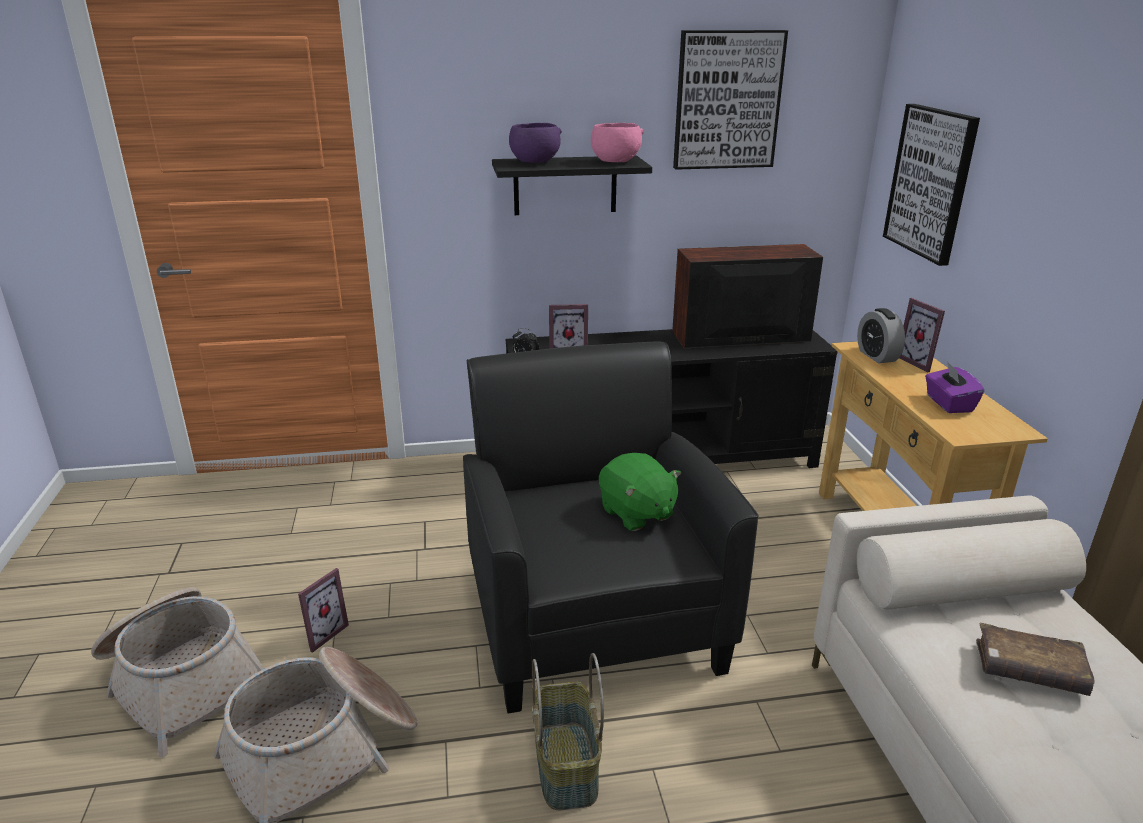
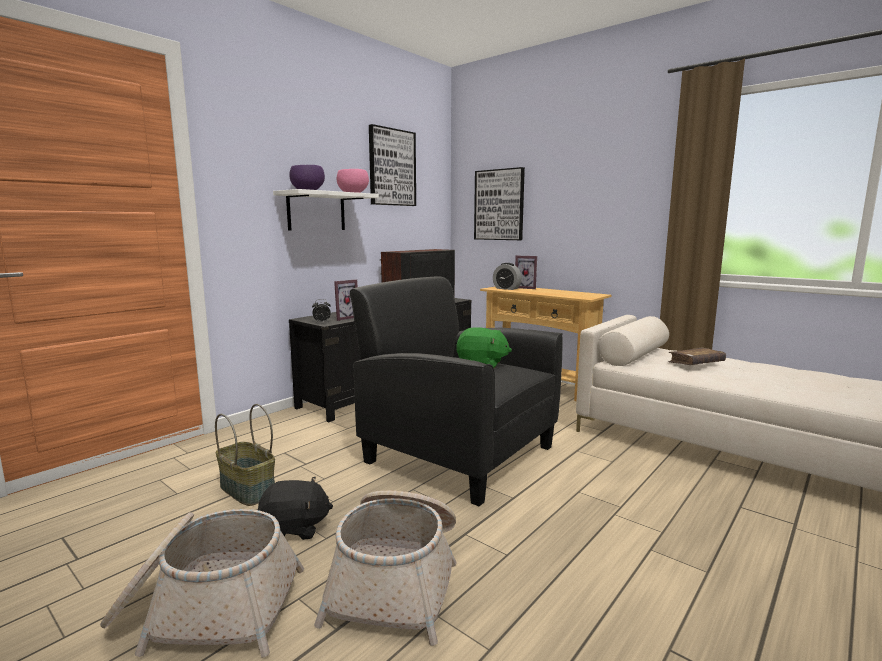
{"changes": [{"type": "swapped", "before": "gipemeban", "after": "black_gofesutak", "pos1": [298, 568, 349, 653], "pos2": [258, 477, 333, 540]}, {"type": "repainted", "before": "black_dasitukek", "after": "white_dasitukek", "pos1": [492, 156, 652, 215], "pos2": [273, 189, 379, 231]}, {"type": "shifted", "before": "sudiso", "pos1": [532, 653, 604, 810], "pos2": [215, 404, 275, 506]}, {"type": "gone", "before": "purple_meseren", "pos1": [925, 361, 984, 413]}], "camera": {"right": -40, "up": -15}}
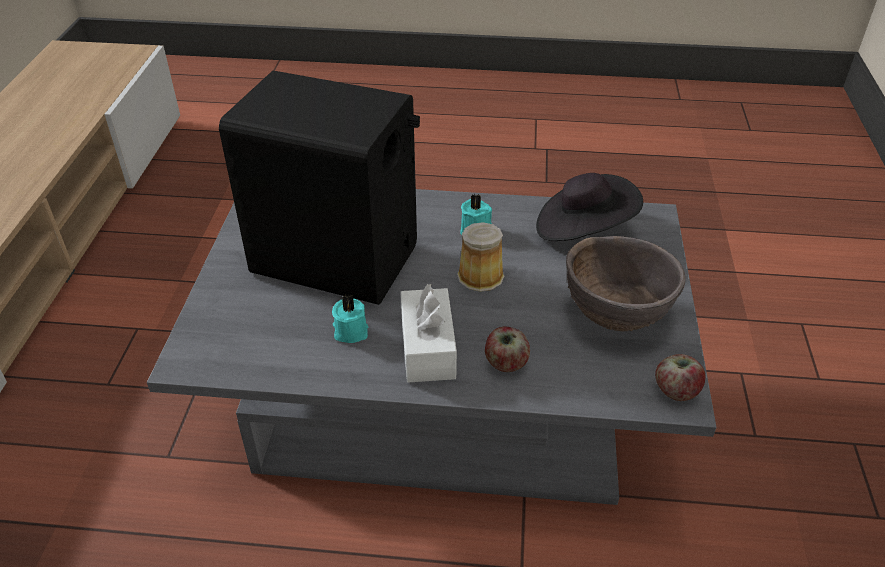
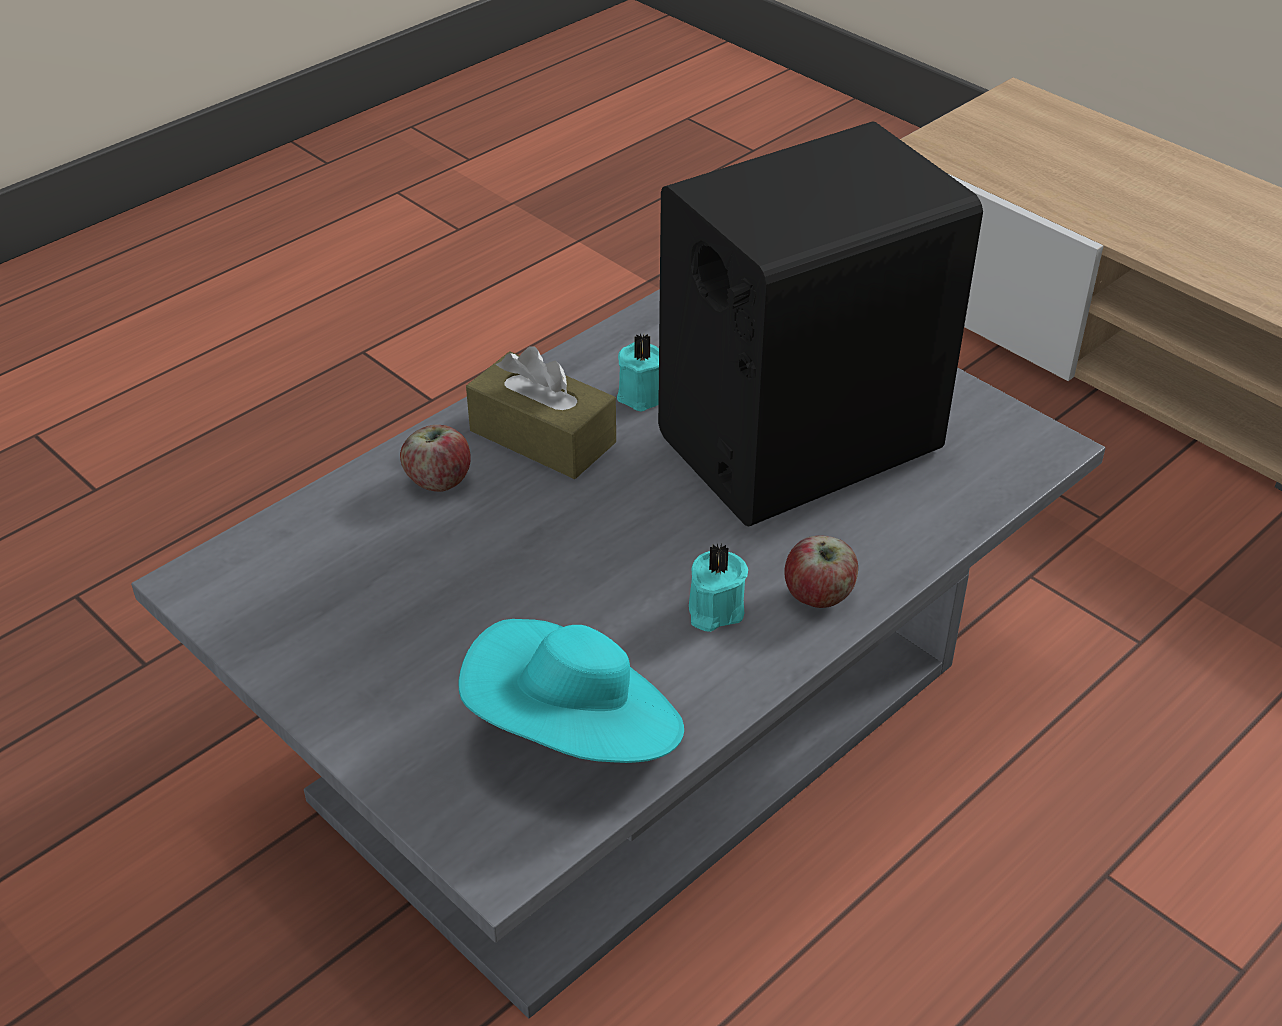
{"changes": [{"type": "repainted", "before": "white_meseren", "after": "brown_meseren", "pos1": [401, 284, 457, 383], "pos2": [466, 346, 616, 479]}, {"type": "gone", "before": "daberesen", "pos1": [457, 222, 504, 292]}, {"type": "repainted", "before": "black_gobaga", "after": "turquoise_gobaga", "pos1": [536, 173, 643, 241], "pos2": [459, 619, 684, 763]}, {"type": "gone", "before": "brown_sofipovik", "pos1": [566, 236, 686, 332]}, {"type": "shifted", "before": "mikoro", "pos1": [655, 354, 706, 401], "pos2": [784, 536, 858, 608]}], "camera": {"right": 130, "up": 0}}
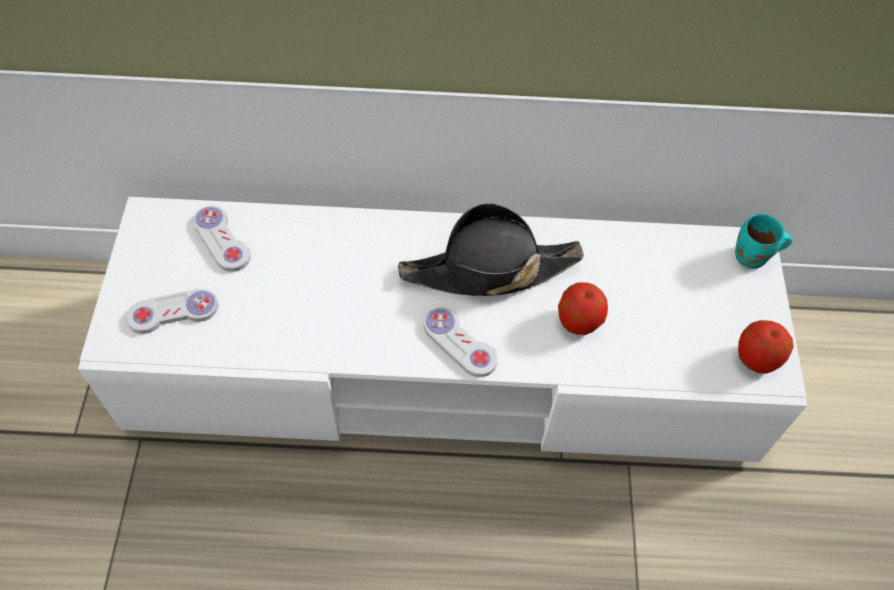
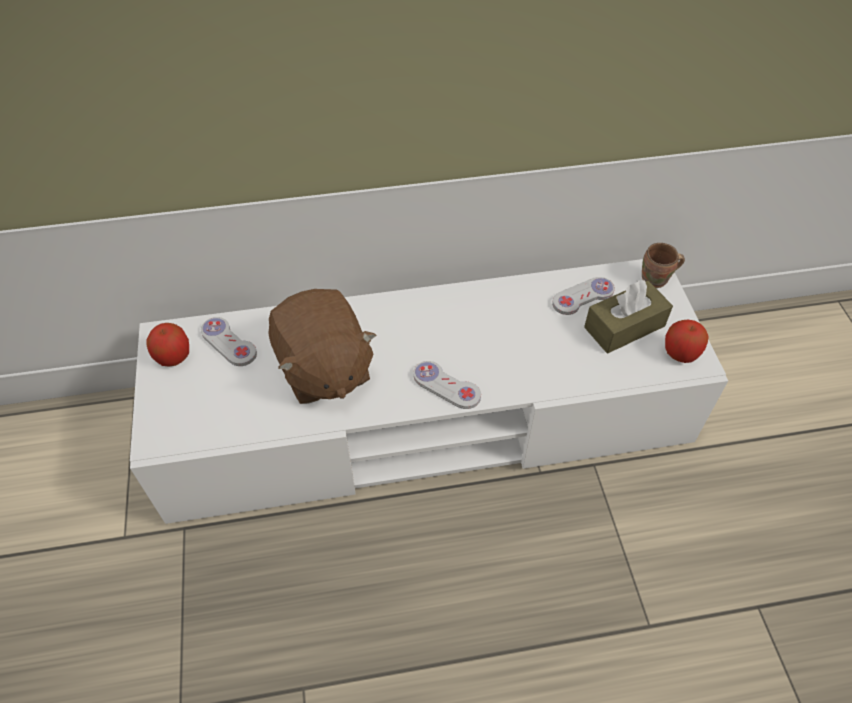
{"changes": [{"type": "shifted", "before": "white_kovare", "pos1": [126, 289, 218, 334], "pos2": [552, 277, 615, 315]}, {"type": "gone", "before": "black_gobaga", "pos1": [398, 203, 584, 296]}, {"type": "shifted", "before": "mikoro", "pos1": [558, 282, 608, 335], "pos2": [147, 323, 189, 367]}, {"type": "repainted", "before": "turquoise_daberesen", "after": "brown_daberesen", "pos1": [735, 214, 792, 269], "pos2": [642, 243, 685, 288]}, {"type": "new", "after": "brown_gofesutak", "pos2": [268, 289, 376, 404]}, {"type": "new", "after": "brown_meseren", "pos2": [584, 280, 673, 353]}], "camera": {"right": -10, "up": -5}}
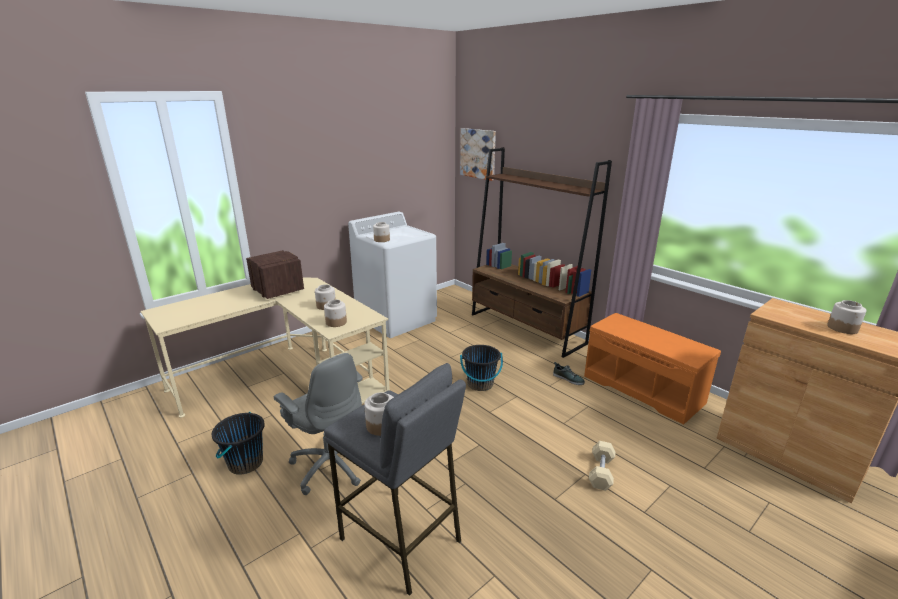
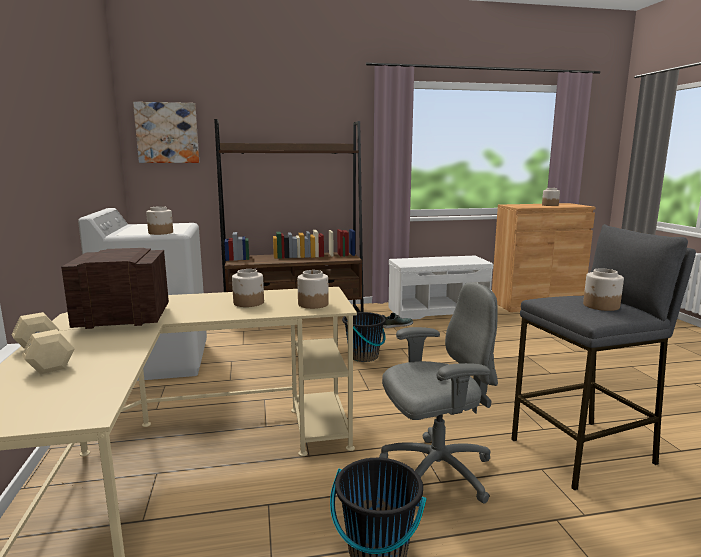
{"changes": [{"type": "repainted", "before": "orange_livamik", "after": "white_livamik", "pos1": [584, 313, 721, 425], "pos2": [388, 256, 493, 319]}, {"type": "shifted", "before": "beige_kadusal", "pos1": [589, 441, 615, 491], "pos2": [11, 312, 75, 374]}], "camera": {"right": -60, "up": -10}}
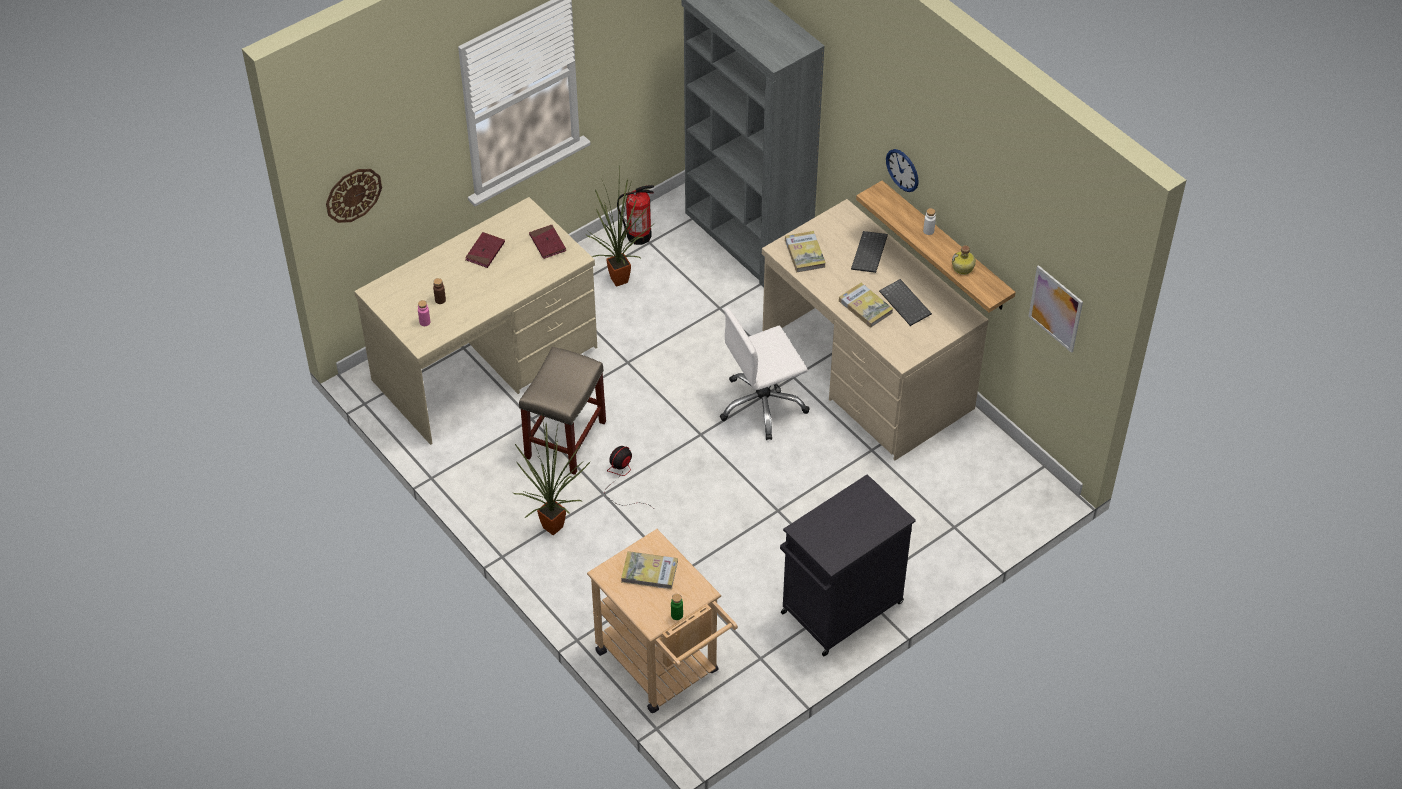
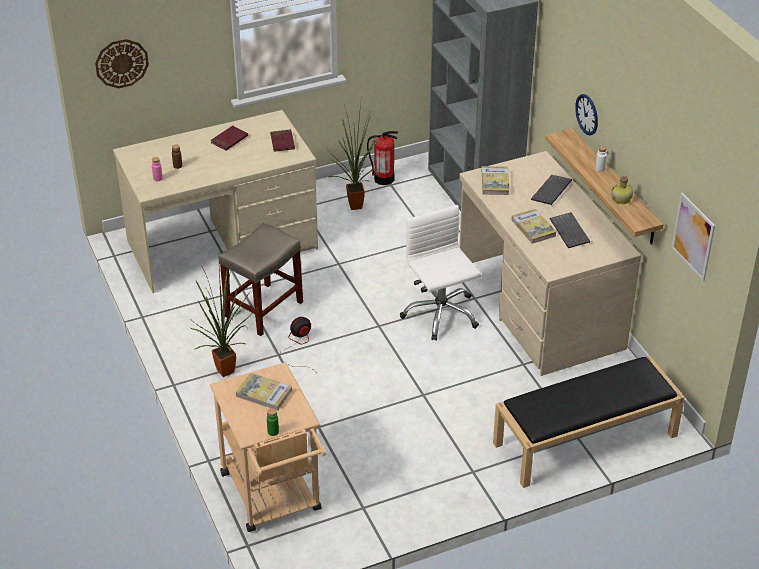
{"changes": [{"type": "rotated", "before": "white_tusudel", "pos1": [720, 308, 810, 440], "pos2": [400, 205, 481, 341], "turn": 75}, {"type": "gone", "before": "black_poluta", "pos1": [780, 474, 916, 656]}, {"type": "new", "after": "black_livamik", "pos2": [493, 355, 685, 488]}], "camera": {"right": 15, "up": -10}}
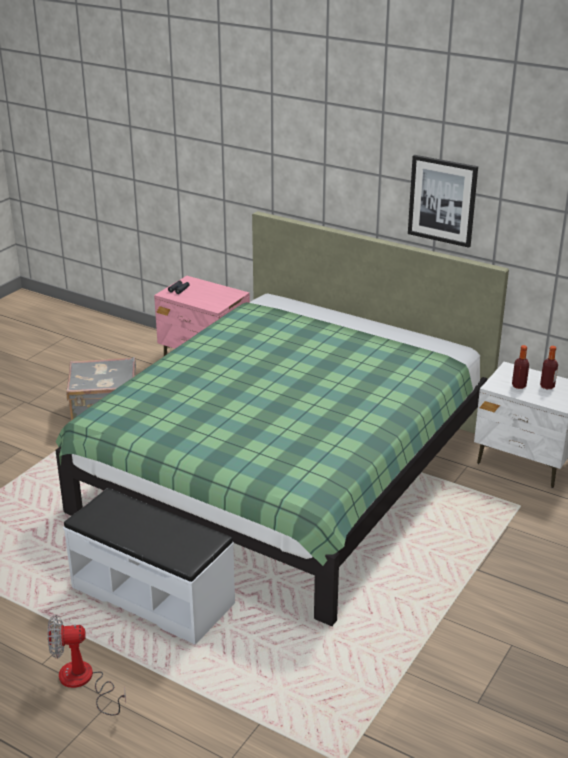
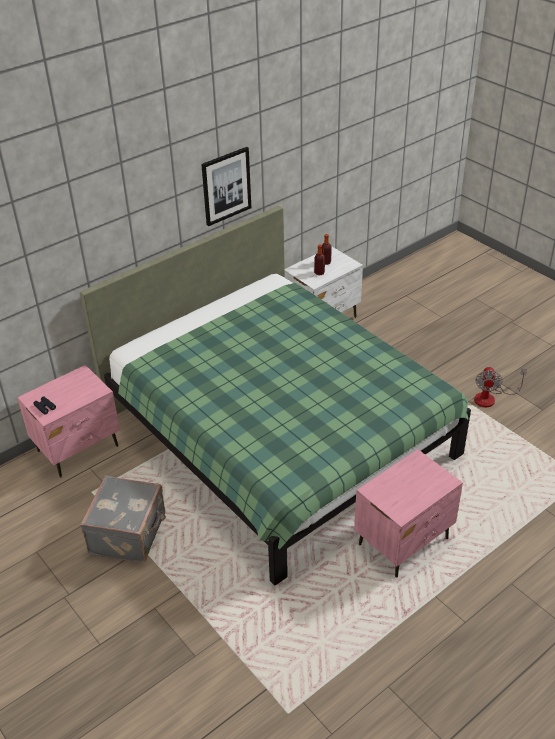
{"changes": [{"type": "shifted", "before": "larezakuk", "pos1": [48, 615, 126, 716], "pos2": [474, 367, 527, 407]}, {"type": "swapped", "before": "white_livamik", "after": "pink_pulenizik", "pos1": [63, 488, 235, 645], "pos2": [354, 449, 463, 578]}], "camera": {"right": -70, "up": 10}}
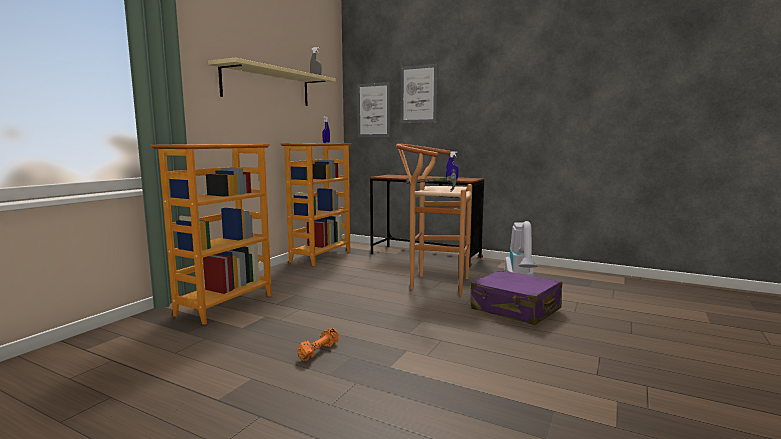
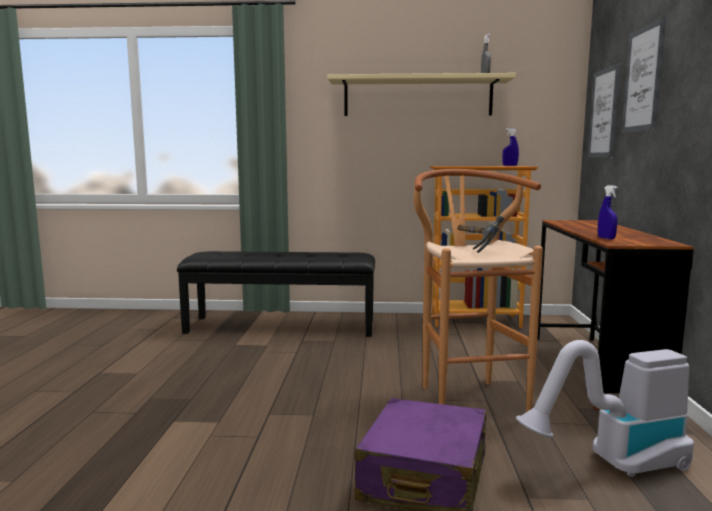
{"changes": [{"type": "swapped", "before": "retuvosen", "after": "black_livamik", "pos1": [151, 144, 272, 325], "pos2": [177, 251, 375, 337]}, {"type": "gone", "before": "orange_kadusal", "pos1": [297, 328, 339, 361]}], "camera": {"right": 65, "up": 0}}
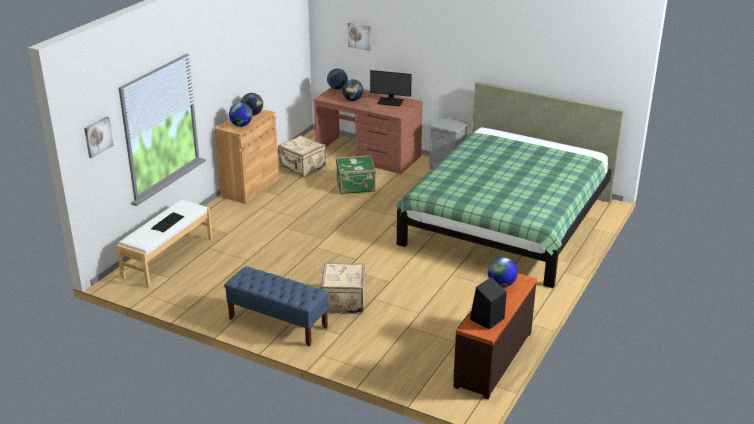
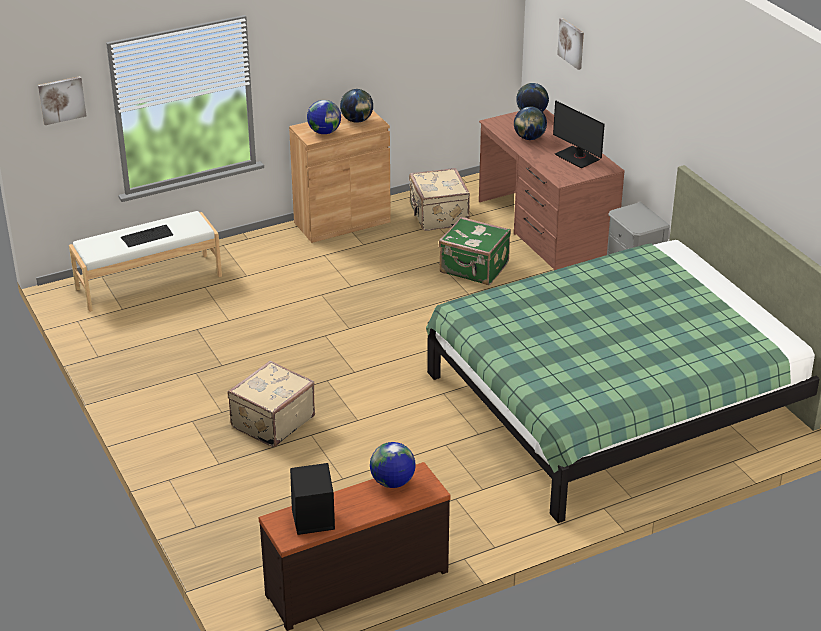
{"changes": [{"type": "gone", "before": "blue_livamik", "pos1": [224, 266, 329, 346]}], "camera": {"right": 35, "up": 5}}
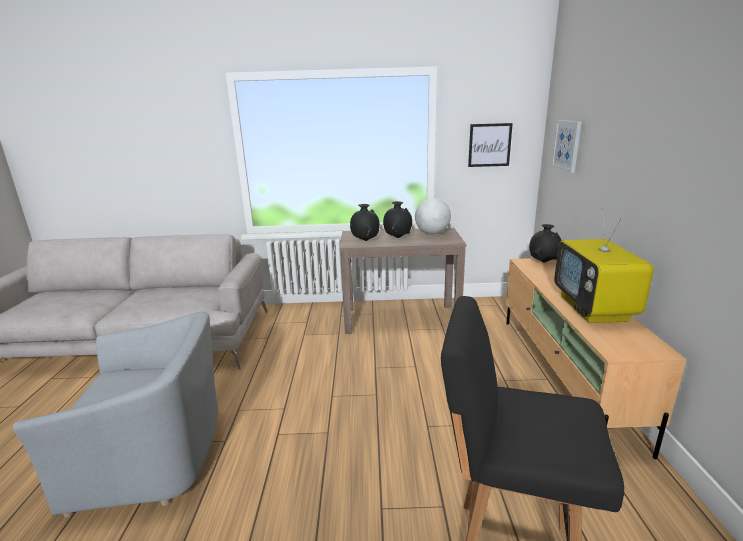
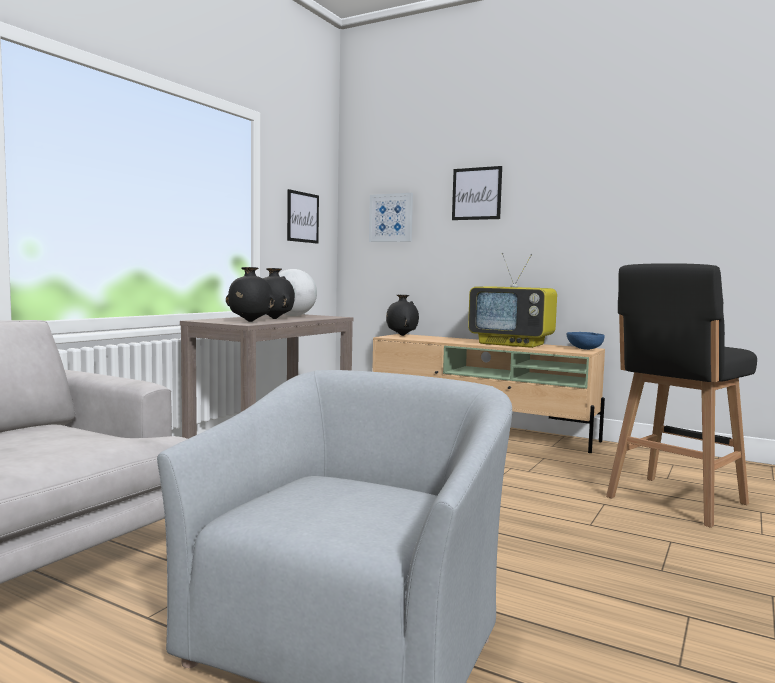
{"changes": [{"type": "new", "after": "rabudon", "pos2": [452, 166, 502, 220]}, {"type": "new", "after": "blue_sofipovik", "pos2": [567, 332, 605, 350]}], "camera": {"right": -60, "up": -15}}
